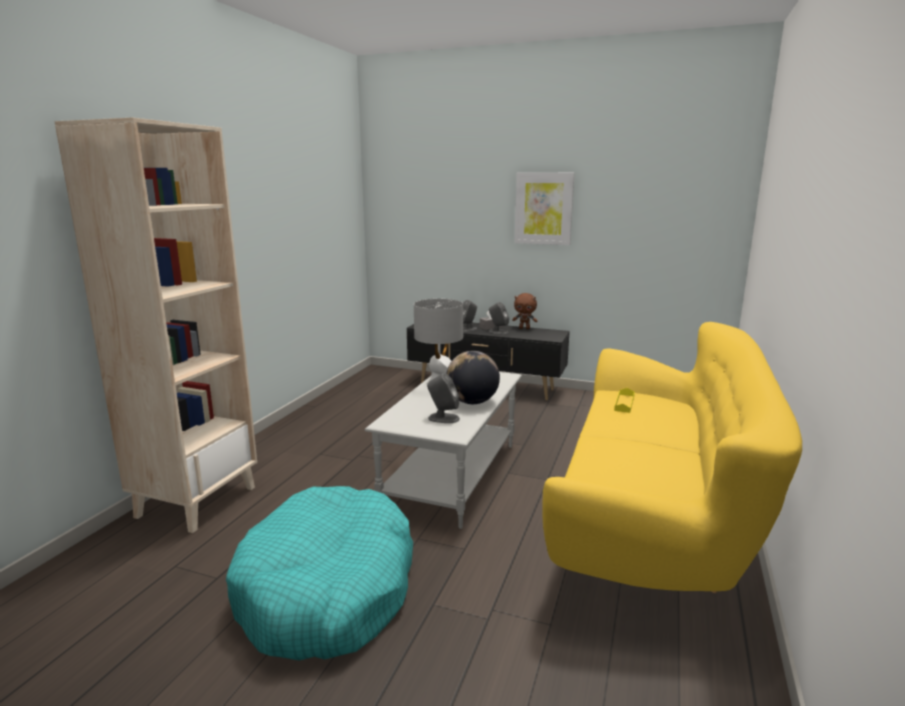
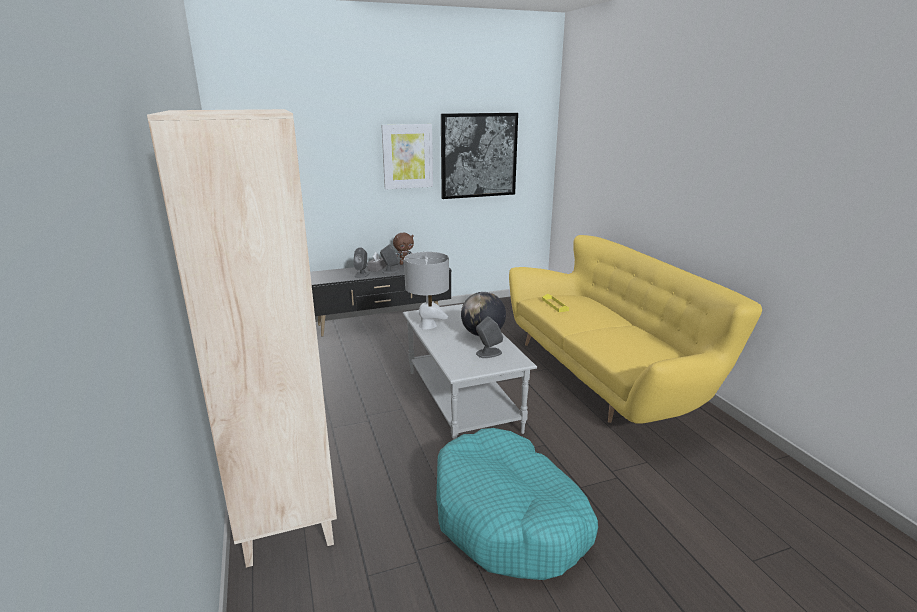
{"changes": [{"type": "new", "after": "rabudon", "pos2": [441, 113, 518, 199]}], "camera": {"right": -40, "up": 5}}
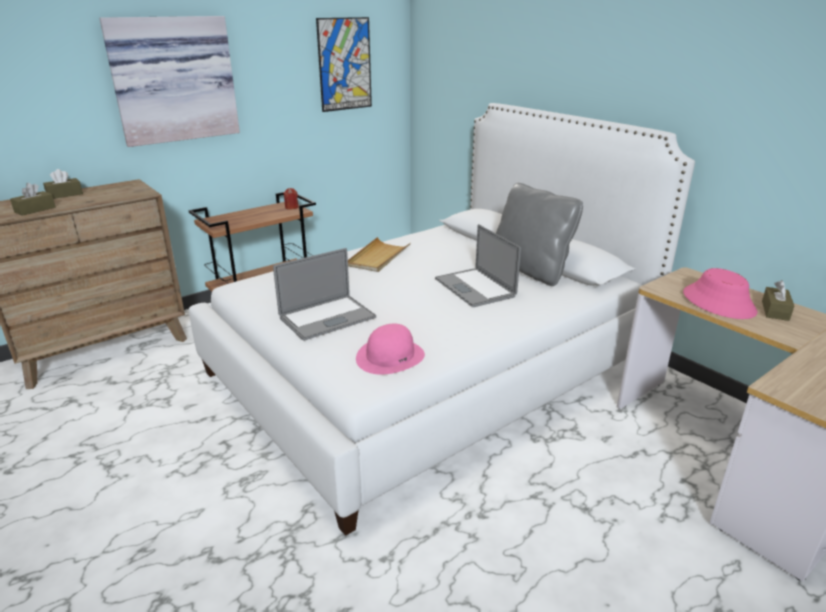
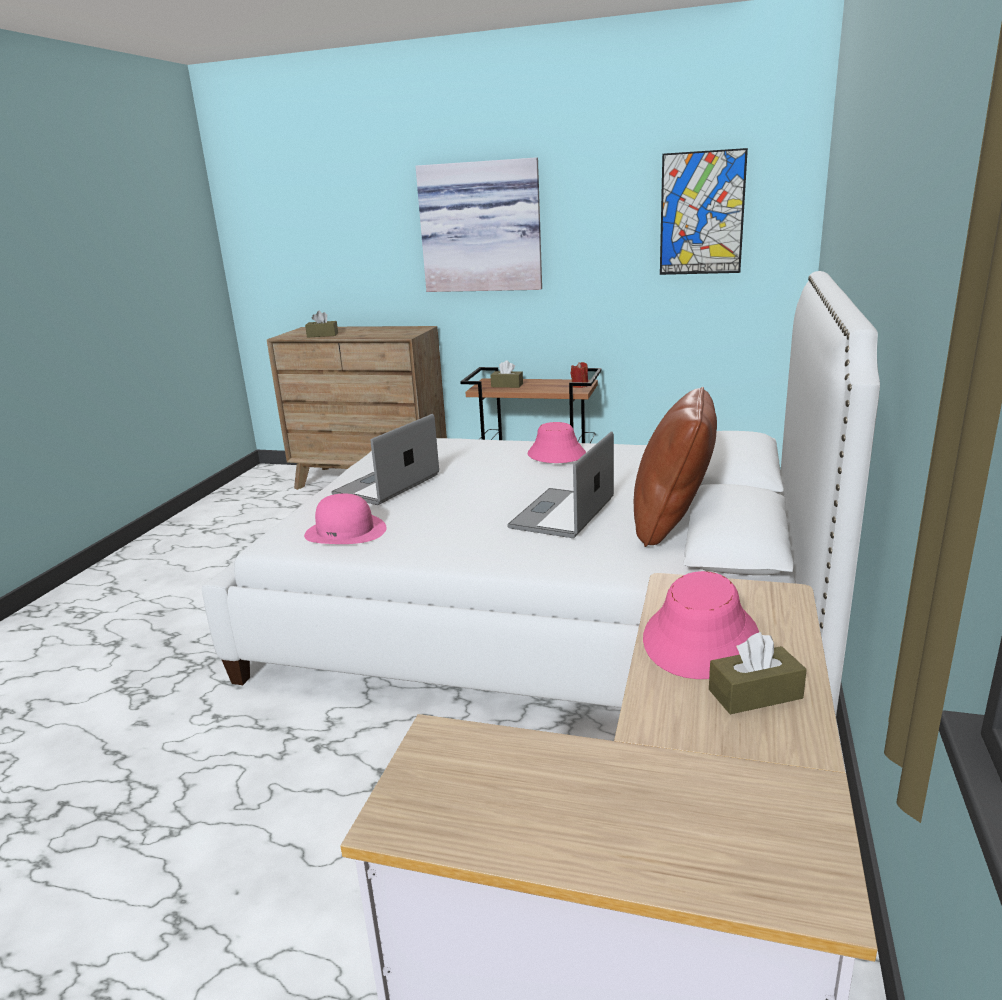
{"changes": [{"type": "shifted", "before": "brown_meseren", "pos1": [43, 169, 83, 199], "pos2": [491, 360, 523, 388]}, {"type": "rotated", "before": "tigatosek", "pos1": [273, 248, 376, 341], "pos2": [331, 414, 439, 505], "turn": 105}, {"type": "swapped", "before": "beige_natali", "after": "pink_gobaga", "pos1": [348, 237, 411, 272], "pos2": [528, 422, 586, 463]}, {"type": "repainted", "before": "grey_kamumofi", "after": "brown_kamumofi", "pos1": [496, 183, 583, 286], "pos2": [634, 387, 717, 547]}], "camera": {"right": 55, "up": -5}}
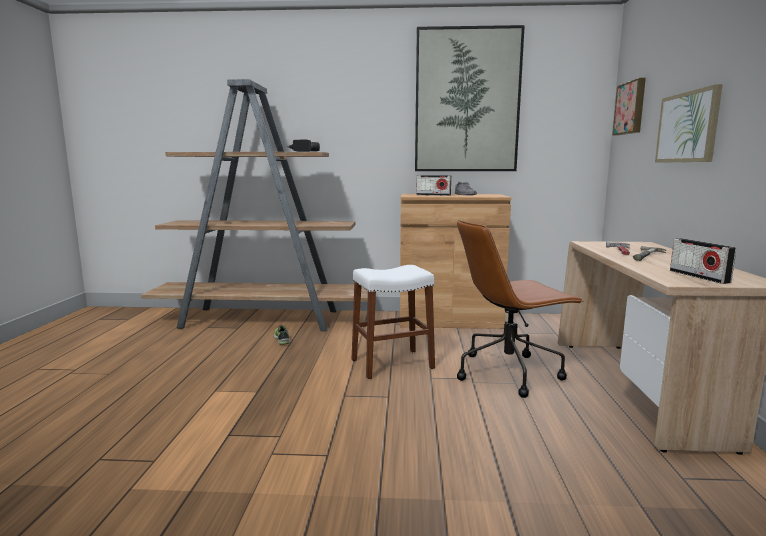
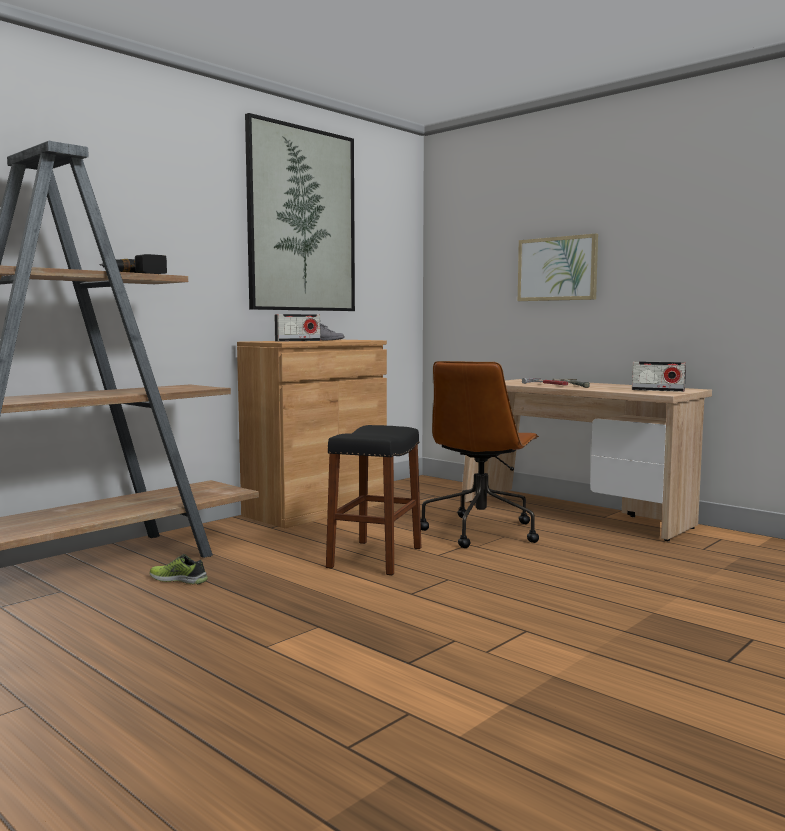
{"changes": [{"type": "repainted", "before": "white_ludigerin", "after": "black_ludigerin", "pos1": [352, 265, 435, 379], "pos2": [326, 425, 421, 575]}, {"type": "gone", "before": "rabudon", "pos1": [612, 78, 646, 136]}], "camera": {"right": -50, "up": -5}}
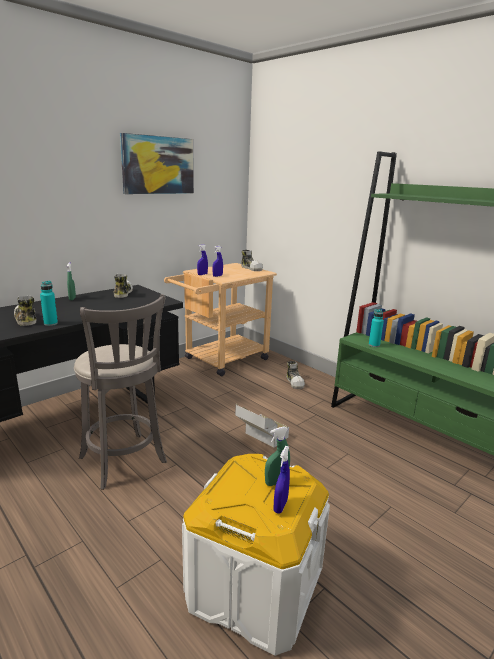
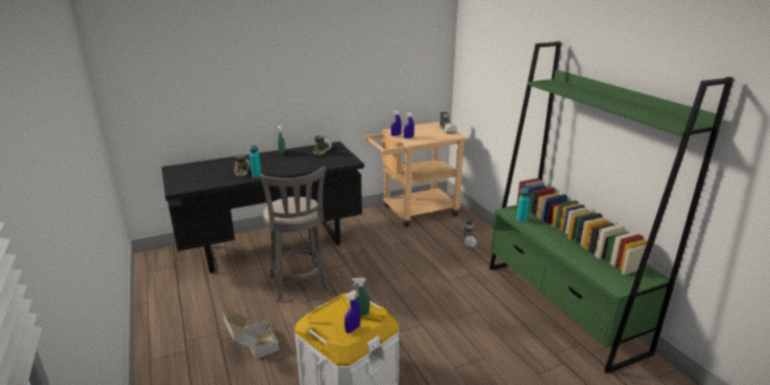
{"changes": [{"type": "gone", "before": "rabudon", "pos1": [120, 133, 194, 194]}, {"type": "shifted", "before": "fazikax", "pos1": [235, 403, 289, 448], "pos2": [223, 309, 279, 359]}], "camera": {"right": 20, "up": 5}}
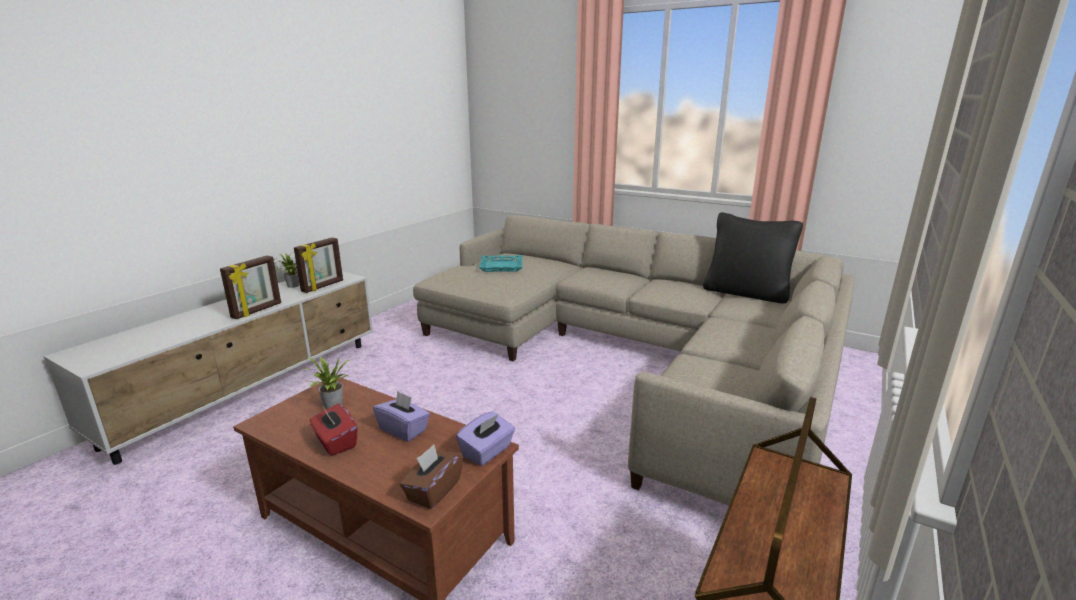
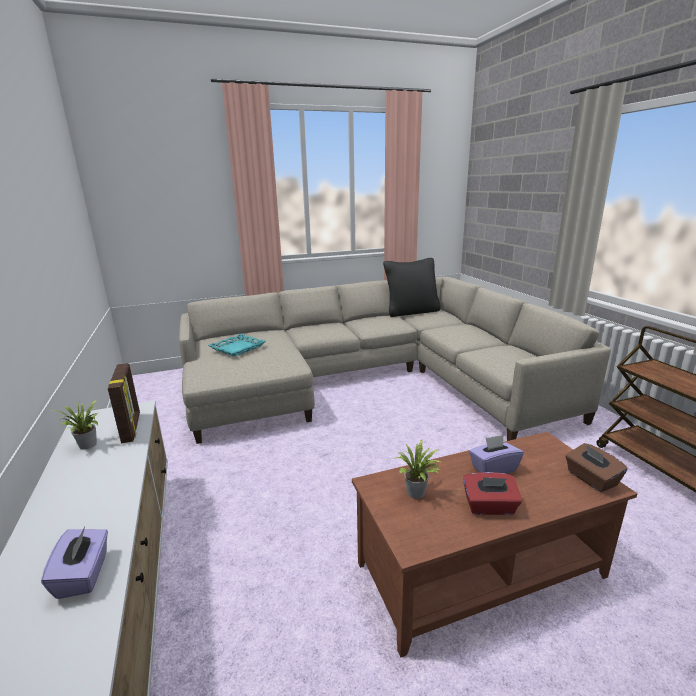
{"changes": [{"type": "gone", "before": "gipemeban", "pos1": [220, 256, 281, 319]}, {"type": "shifted", "before": "purple_meseren", "pos1": [456, 411, 515, 466], "pos2": [41, 527, 108, 599]}], "camera": {"right": -50, "up": 0}}
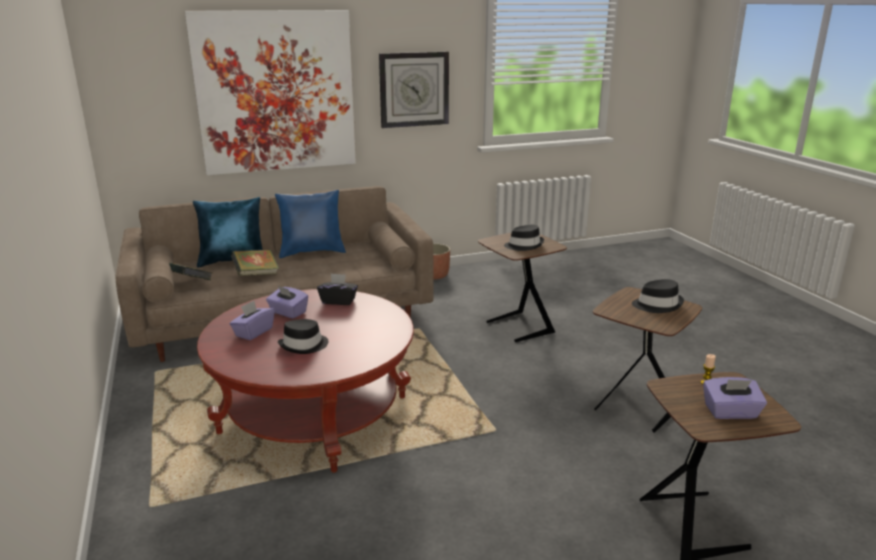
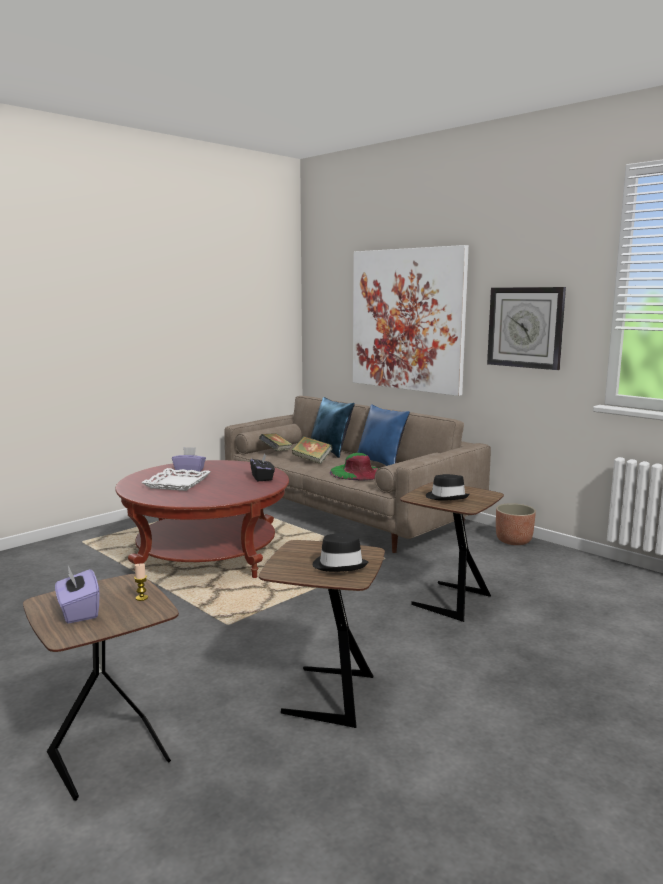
{"changes": [{"type": "gone", "before": "purple_meseren", "pos1": [266, 286, 308, 319]}, {"type": "swapped", "before": "black_gobaga", "after": "white_natali", "pos1": [278, 319, 328, 354], "pos2": [141, 468, 211, 491]}, {"type": "new", "after": "green_gobaga", "pos2": [330, 453, 379, 480]}], "camera": {"right": 65, "up": -10}}
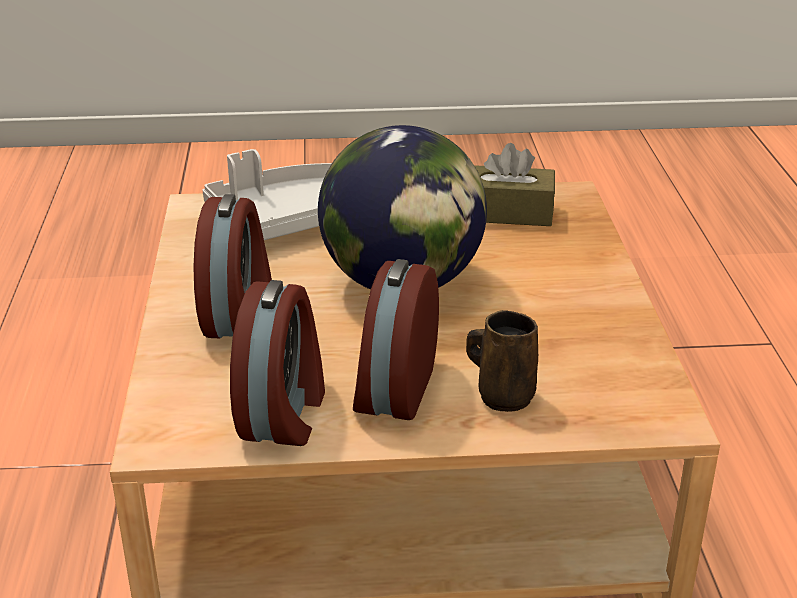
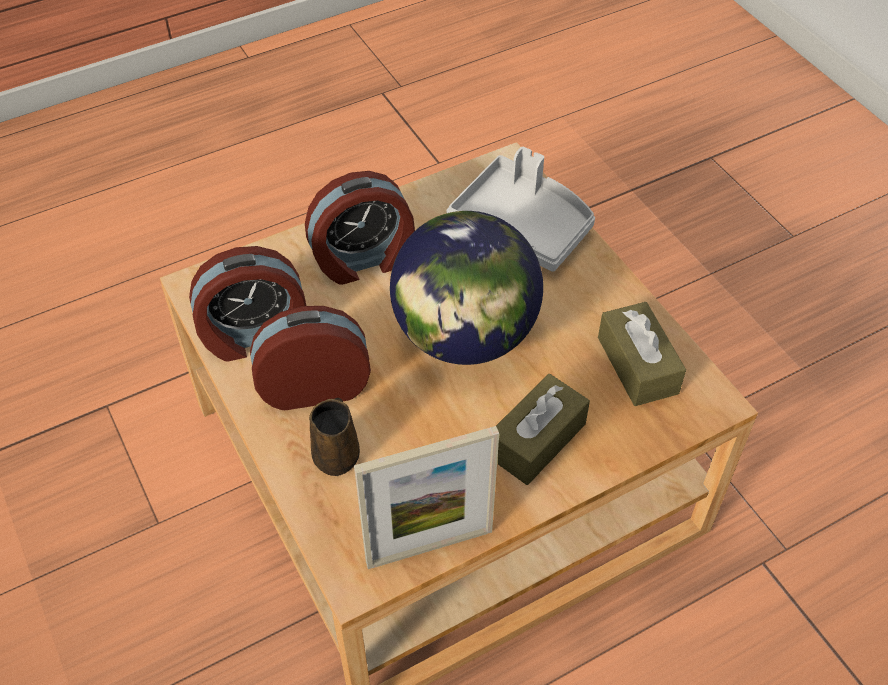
{"changes": [{"type": "new", "after": "gipemeban", "pos2": [354, 426, 499, 569]}, {"type": "new", "after": "brown_meseren", "pos2": [496, 374, 590, 485]}], "camera": {"right": 65, "up": 20}}
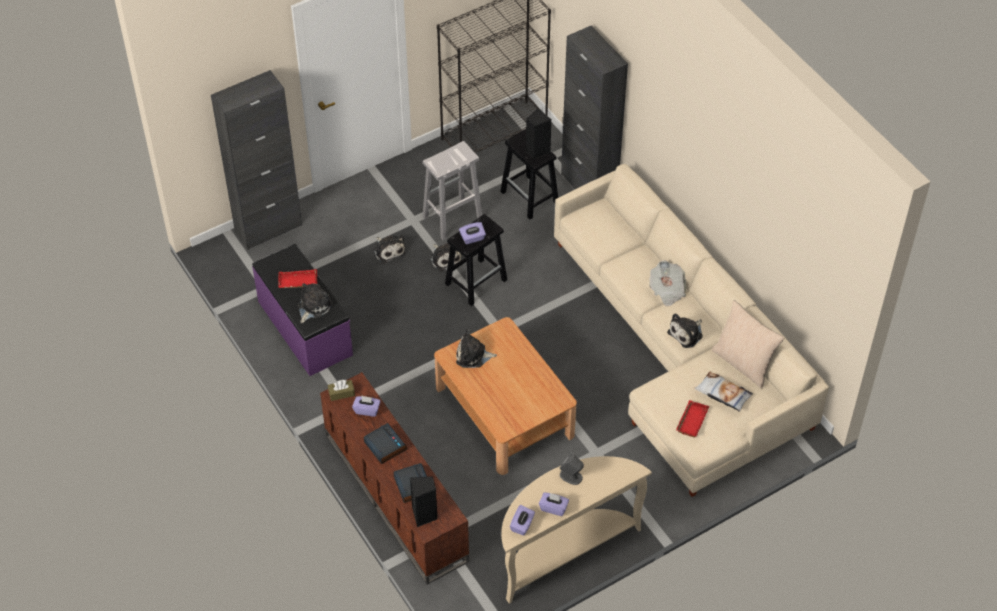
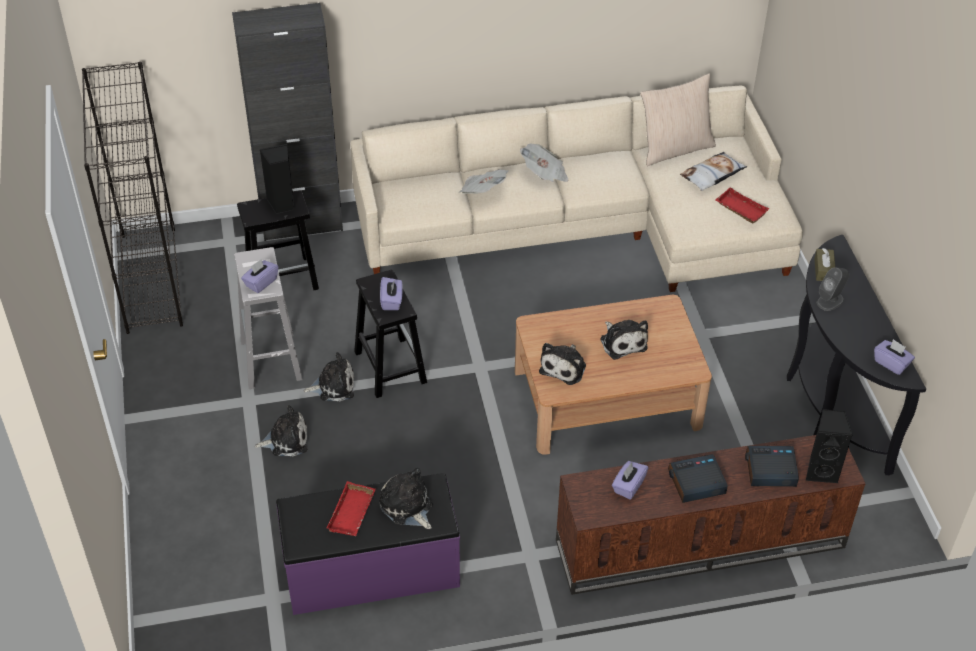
{"changes": [{"type": "gone", "before": "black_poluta", "pos1": [211, 70, 302, 250]}, {"type": "shifted", "before": "brown_meseren", "pos1": [328, 380, 355, 401], "pos2": [814, 248, 835, 281]}, {"type": "repainted", "before": "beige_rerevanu", "after": "black_rerevanu", "pos1": [501, 456, 652, 604], "pos2": [787, 235, 926, 475]}, {"type": "shifted", "before": "purple_meseren", "pos1": [539, 492, 569, 516], "pos2": [241, 259, 278, 293]}, {"type": "shifted", "before": "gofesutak", "pos1": [667, 313, 703, 348], "pos2": [600, 320, 648, 360]}, {"type": "new", "after": "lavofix", "pos2": [459, 169, 508, 194]}], "camera": {"right": -70, "up": -5}}
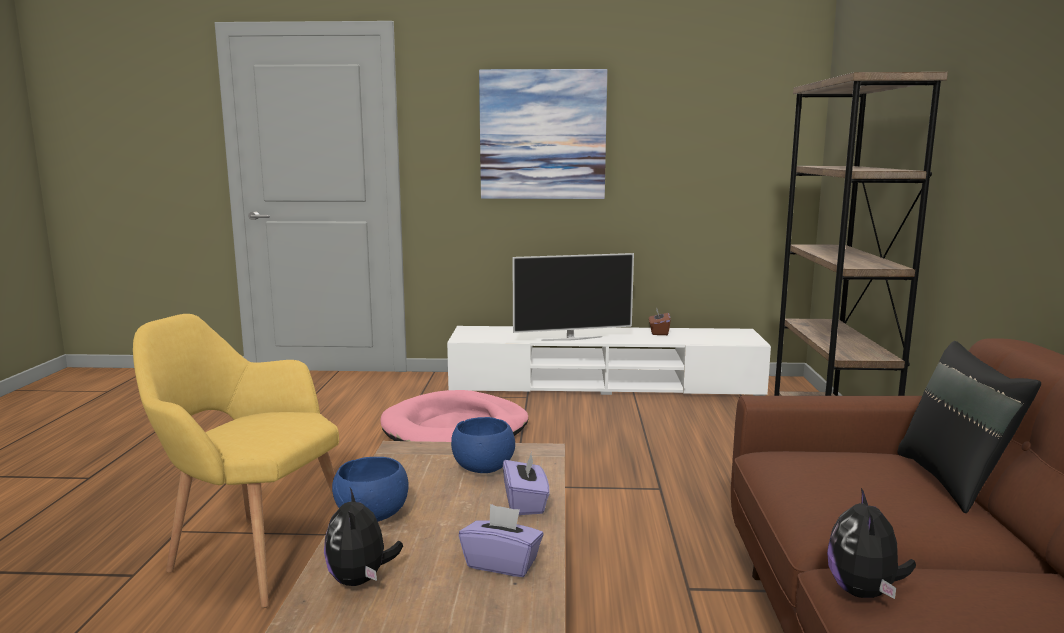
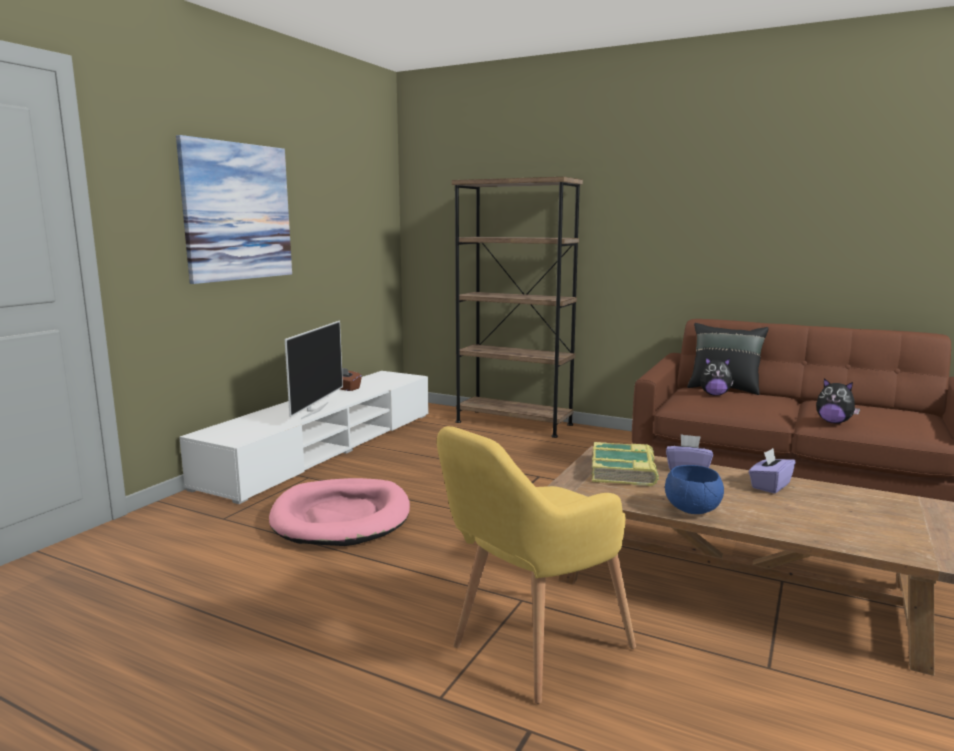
{"changes": [{"type": "shifted", "before": "gofesutak", "pos1": [324, 488, 403, 586], "pos2": [700, 357, 734, 396]}, {"type": "swapped", "before": "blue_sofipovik", "after": "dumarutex", "pos1": [451, 417, 515, 473], "pos2": [592, 442, 659, 487]}], "camera": {"right": -65, "up": 0}}
